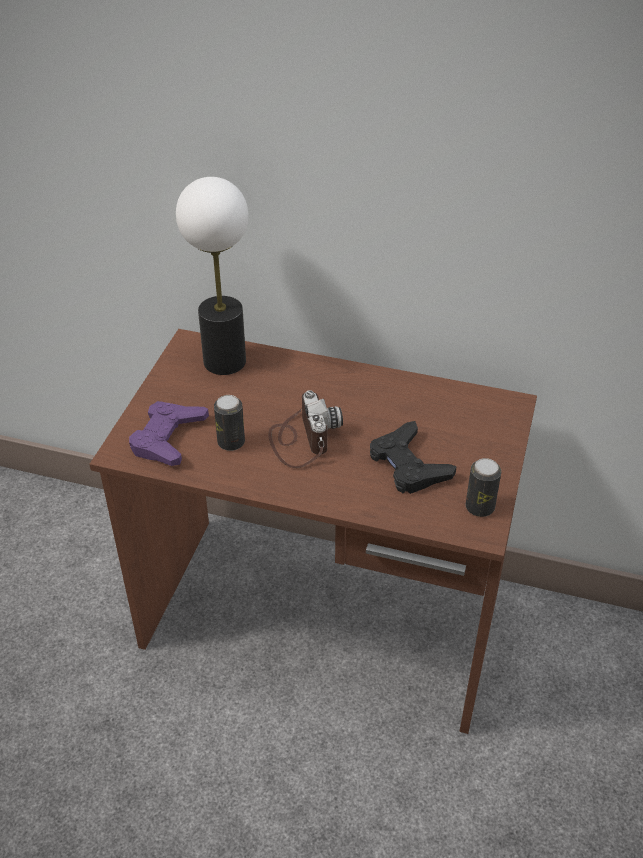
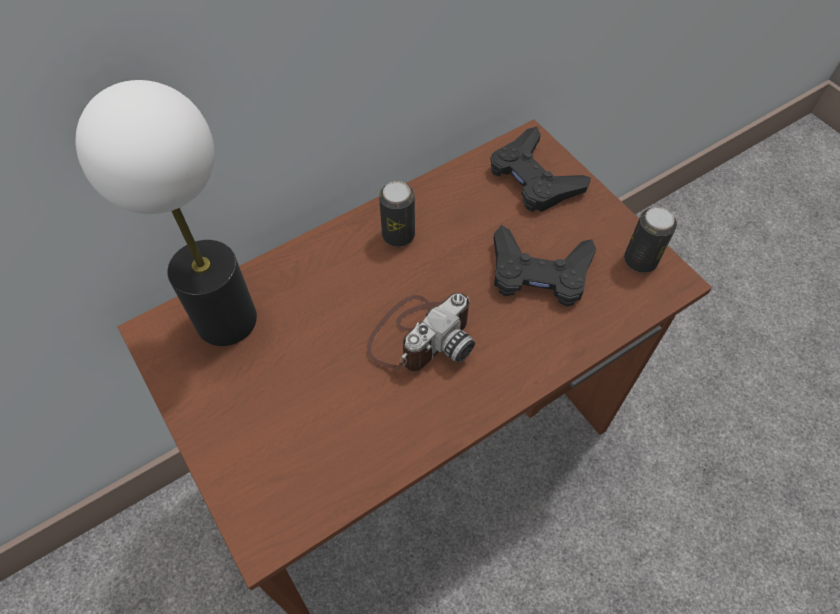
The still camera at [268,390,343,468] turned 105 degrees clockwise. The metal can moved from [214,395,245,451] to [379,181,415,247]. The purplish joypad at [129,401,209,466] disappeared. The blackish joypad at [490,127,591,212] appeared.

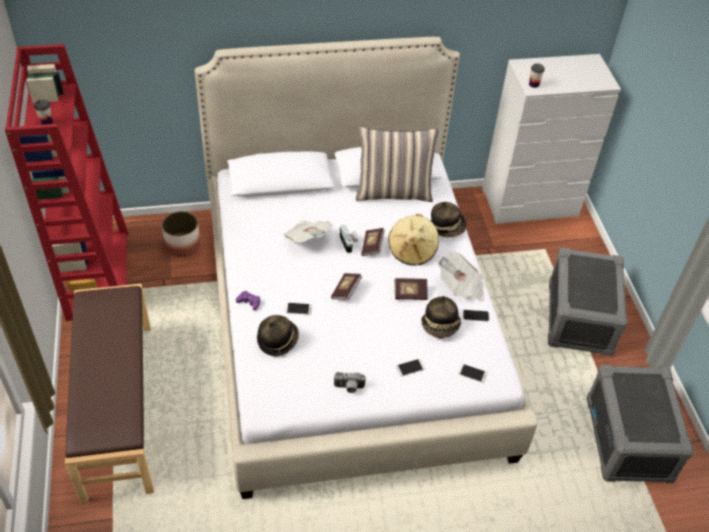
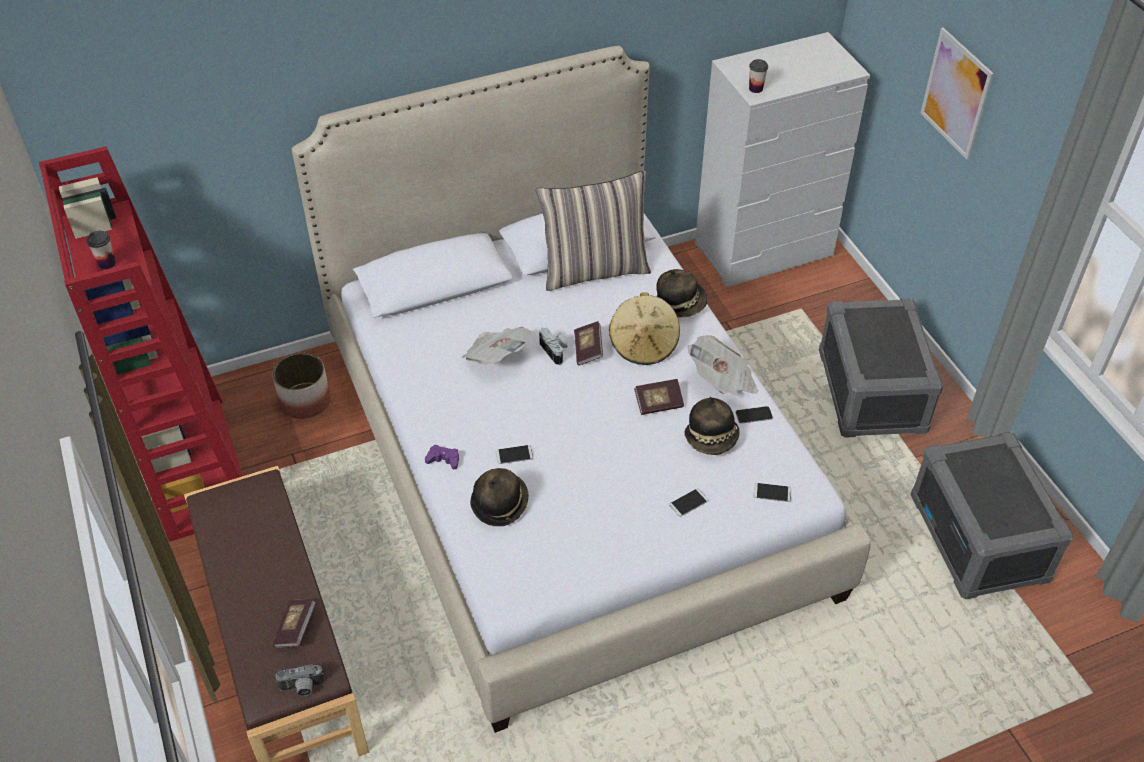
The volume moved from [331,273,362,300] to [273,599,316,648]. The still camera moved from [334,372,366,393] to [275,664,325,696]. The wall art at [920,27,994,160] appeared.

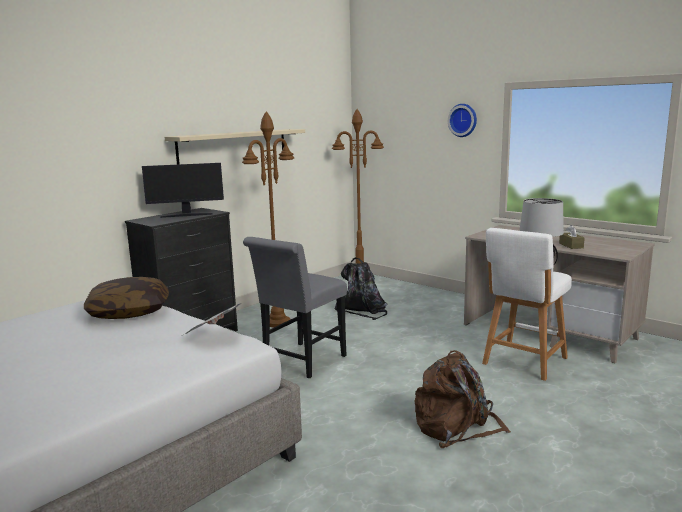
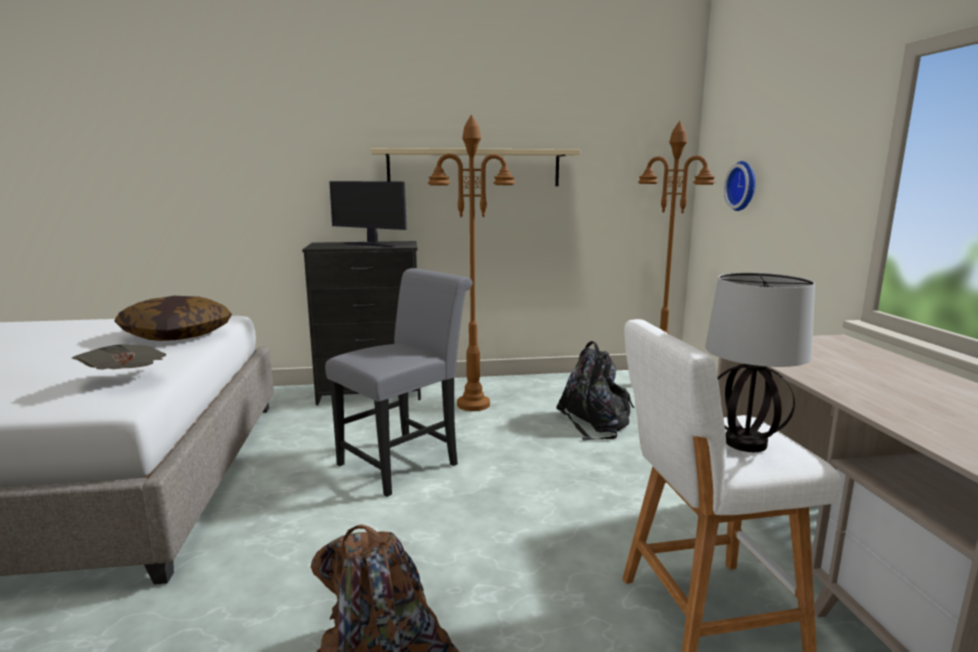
The wall clock moved from [448,104,477,137] to [724,161,755,211]. The brown tissue holder at [559,225,585,249] disappeared. The grey plain chair at [243,237,347,378] turned 150 degrees clockwise.

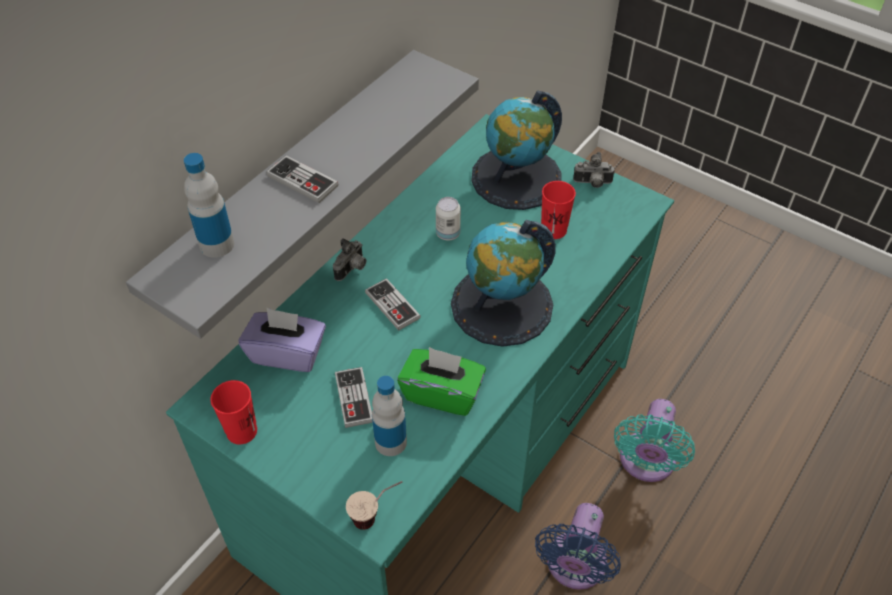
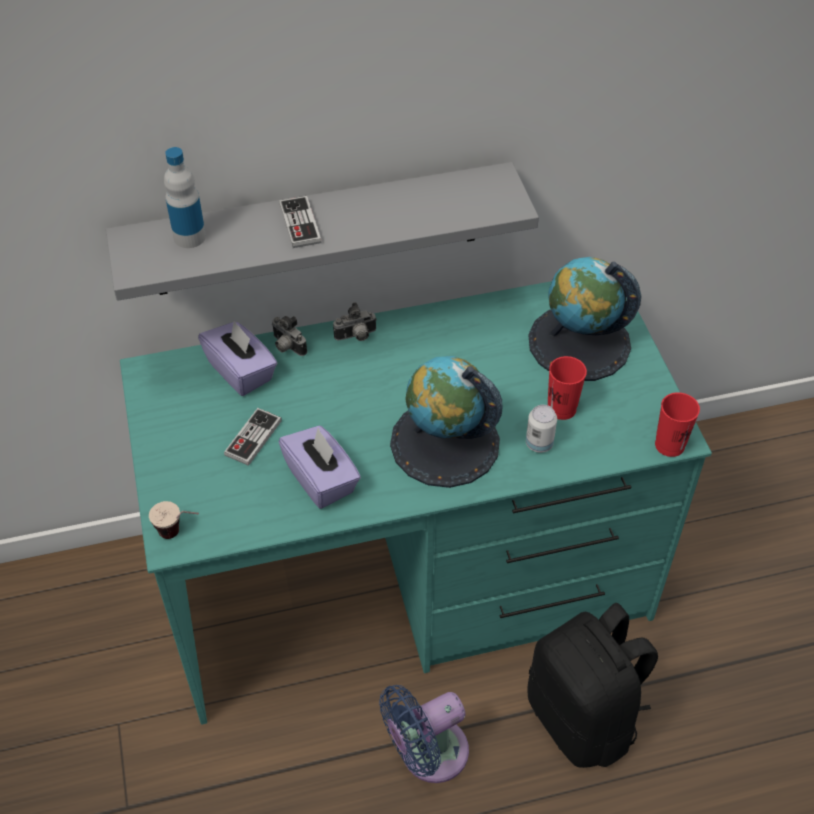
The still camera moved from [573,152,615,188] to [272,316,307,356]. The metal can moved from [436,197,461,240] to [526,405,557,453]. The joypad at [365,278,421,331] disappeared. The greenish tissue holder at [397,347,486,416] became the purplish tissue holder at [279,426,361,509]. The beverage bottle at [372,376,407,456] disappeared. The red-coloured cup moved from [210,380,257,444] to [655,392,700,457]. The turquoise electric fan at [614,399,695,482] was replaced by the blackish backpack at [527,603,658,768].

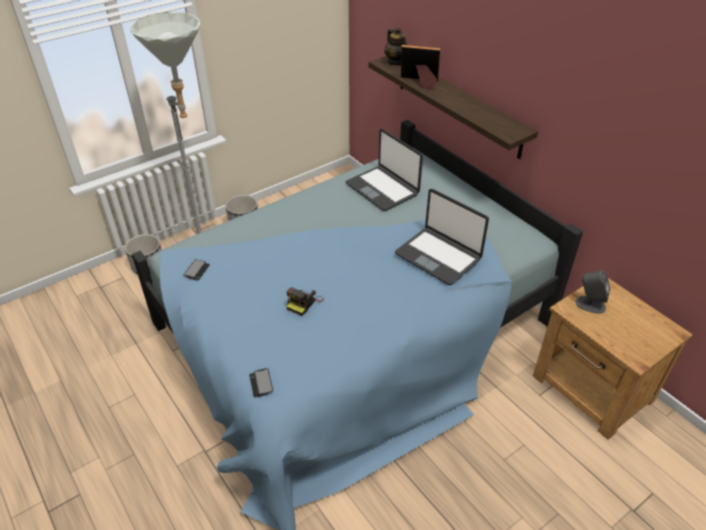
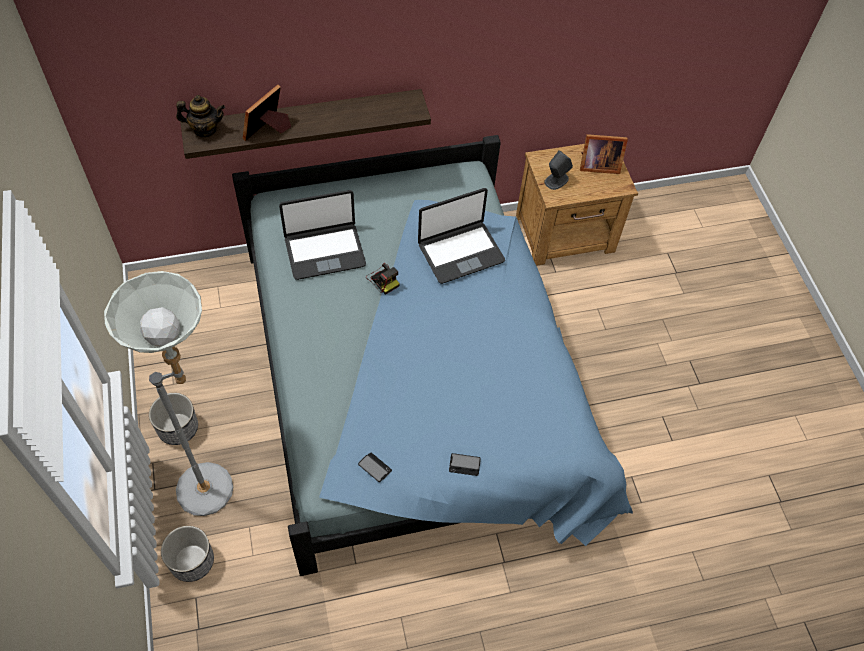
The still camera moved from [286,287,324,316] to [366,263,400,295]. The handset moved from [249,368,273,397] to [449,453,481,476]. The photo frame at [580,134,628,174] appeared.

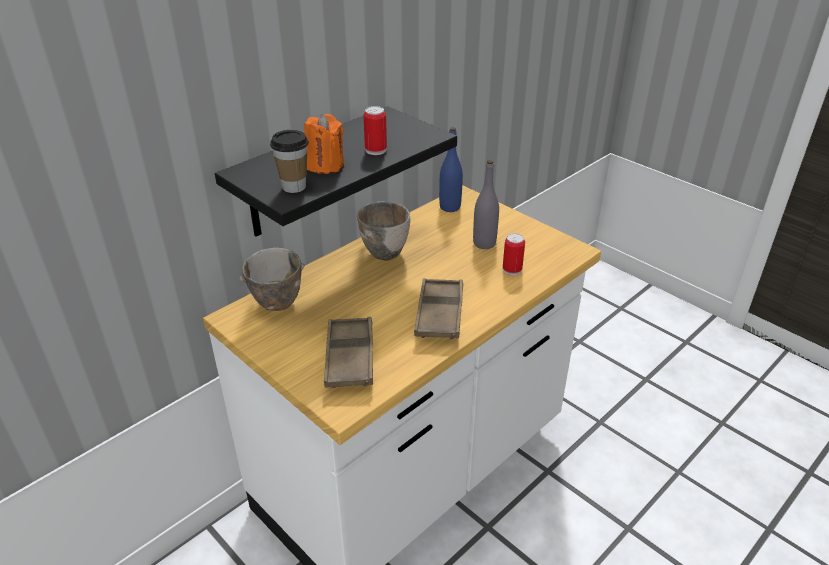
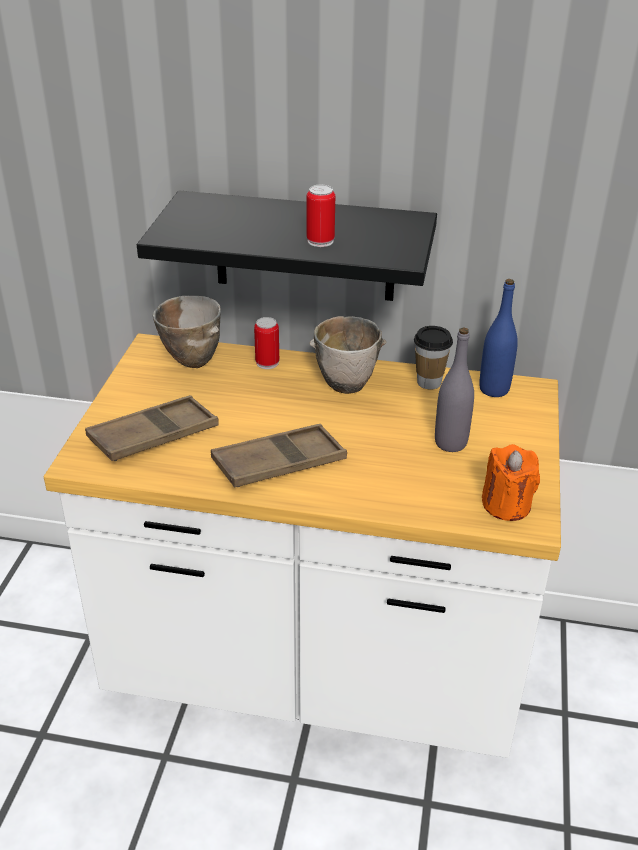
The orange wax candle moved from [304,114,344,174] to [482,444,540,521]. The cup moved from [270,130,309,193] to [414,326,453,390]. The metal can moved from [503,233,525,276] to [254,317,279,369].

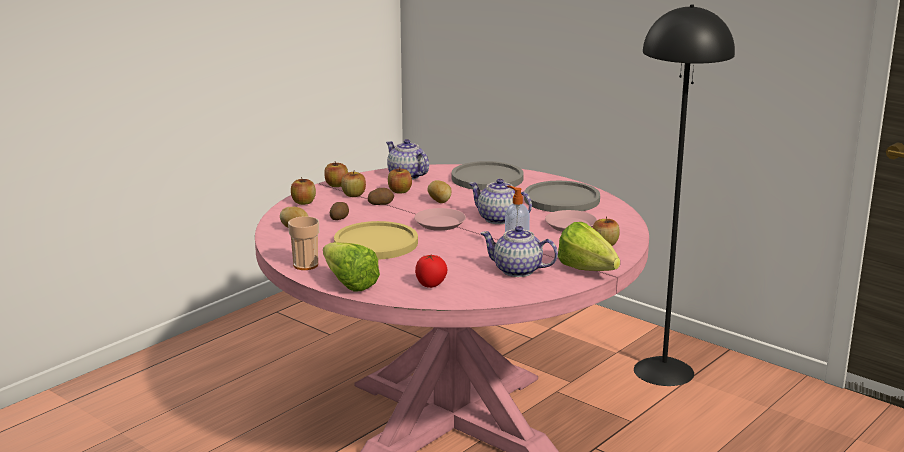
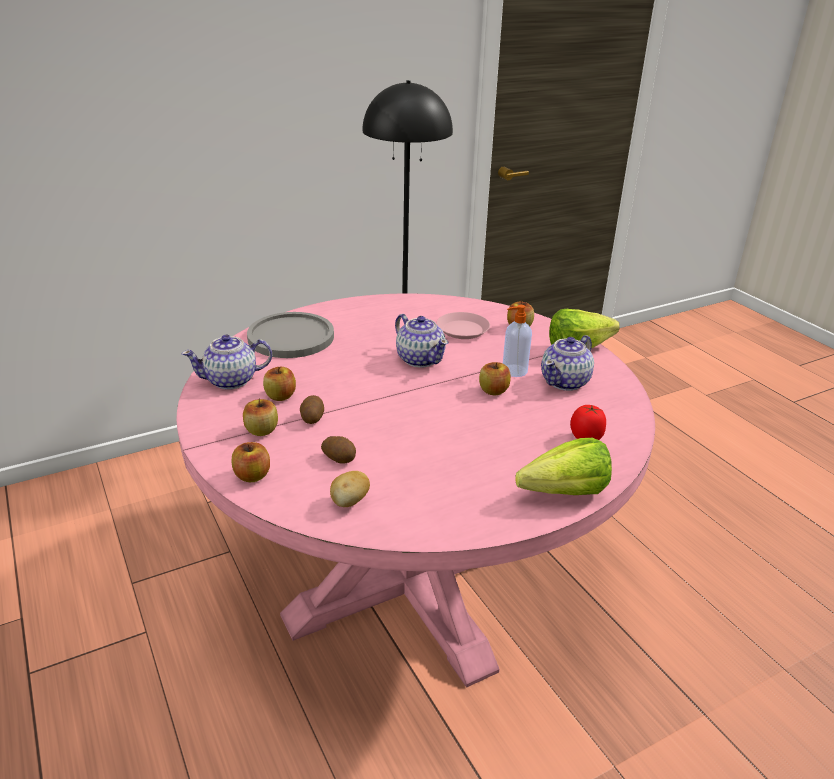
The apple fruit moved from [324,162,348,187] to [479,362,511,395]. The teapot at [468,179,532,224] turned 90 degrees counterclockwise. The potato at [427,180,452,203] disappeared. The grey dinner plate at [524,181,600,212] disappeared. The pinkish dinner plate at [414,208,466,231] disappeared. The cup at [288,216,319,270] disappeared. The yellow-coloured dinner plate at [334,221,418,260] disappeared.

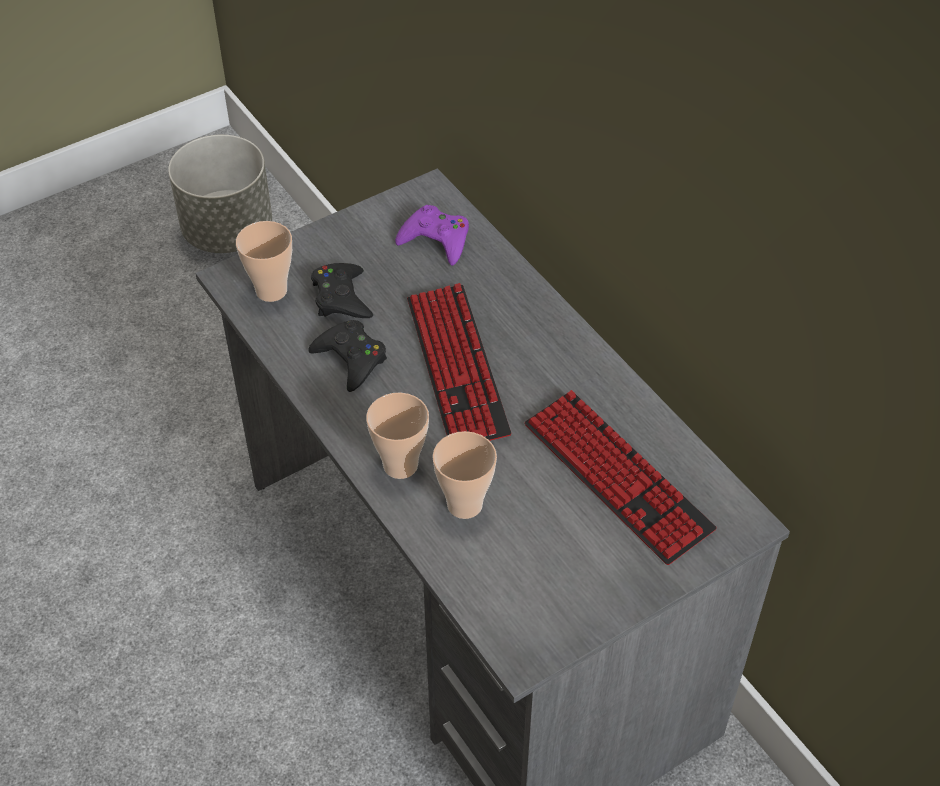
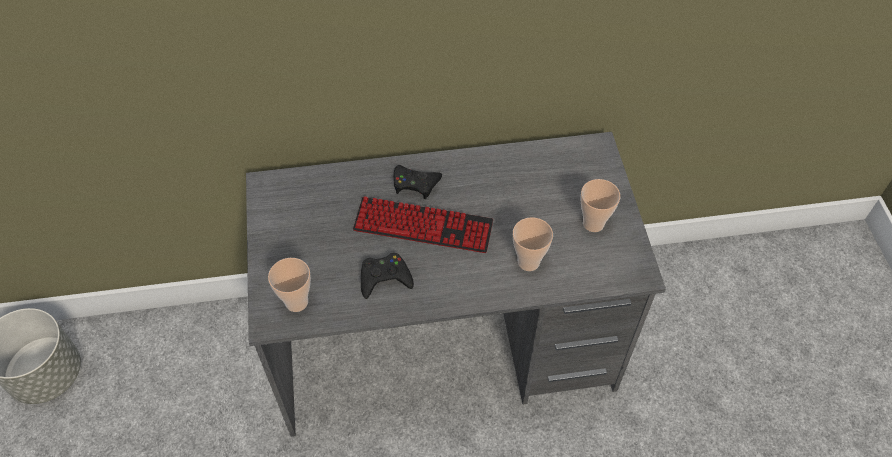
The purplish joypad at [395,205,469,266] disappeared. The blackish joypad moved from [311,263,373,318] to [394,165,442,199]. The keyboard at [525,390,716,565] disappeared. The cup moved from [366,392,429,479] to [581,179,620,232].

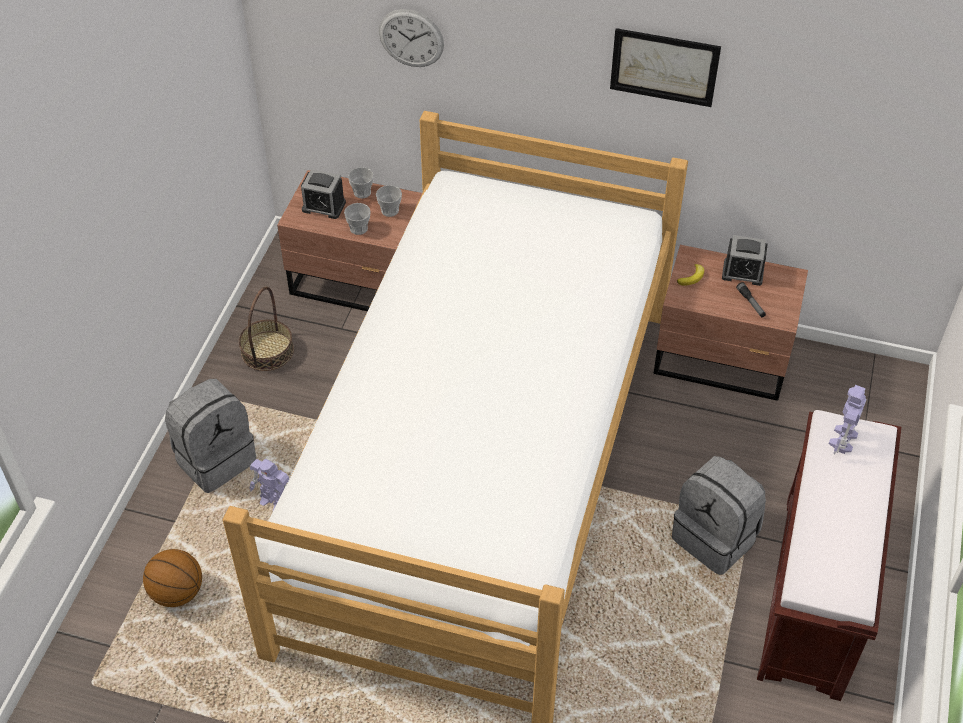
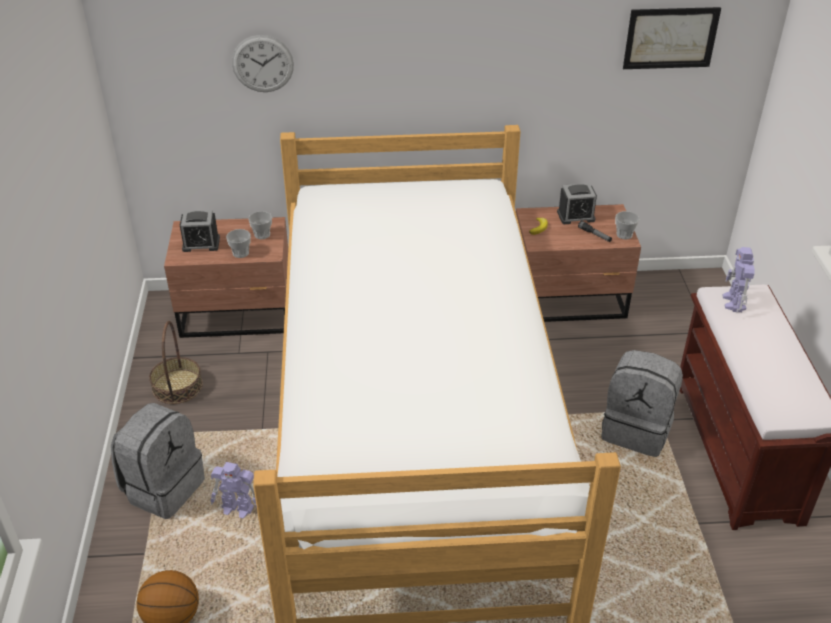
The wall art moved from [610,28,721,107] to [623,7,721,69]. The cup moved from [348,167,374,198] to [615,211,639,239].

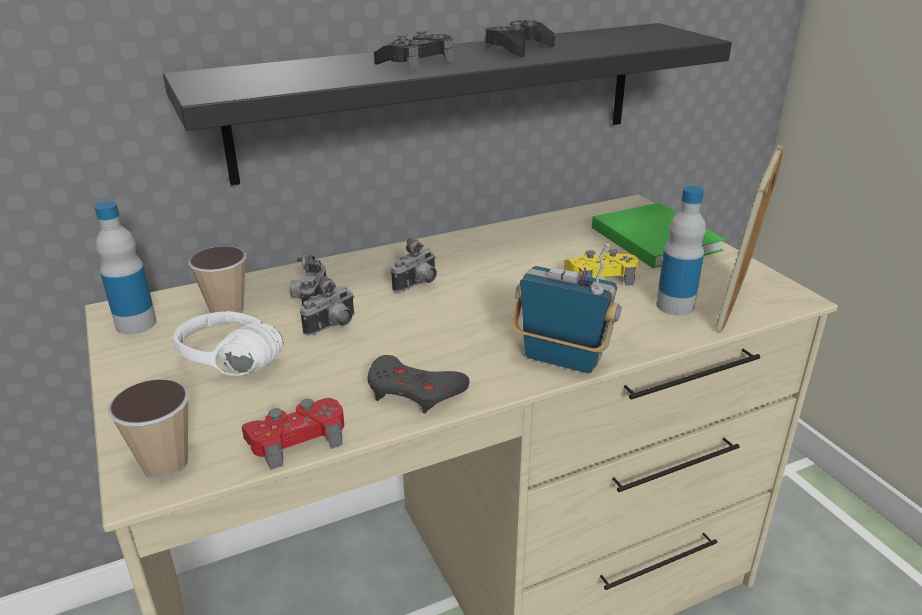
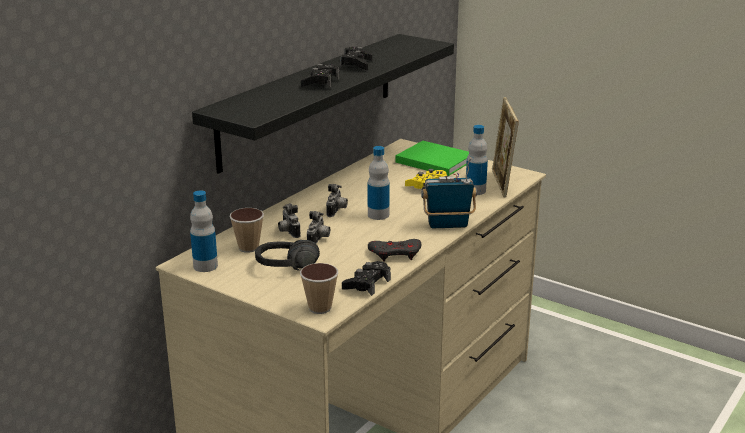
The whitish headset at [173,311,283,376] became the blackish headset at [255,240,320,271]. The red-coloured joypad at [242,398,344,470] became the blackish joypad at [342,261,391,296]. The beverage bottle at [368,146,390,220] appeared.

